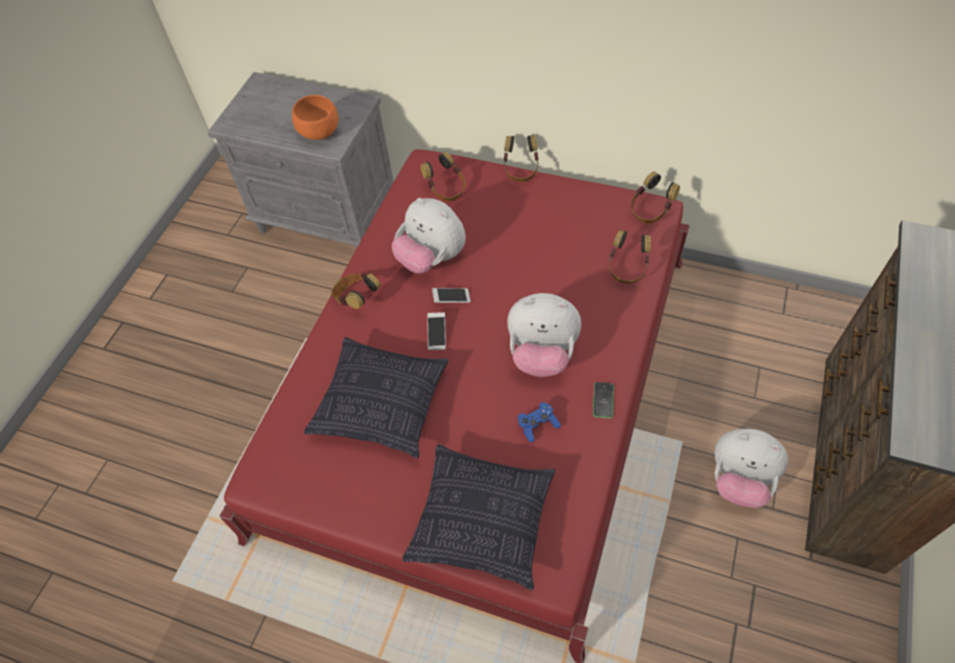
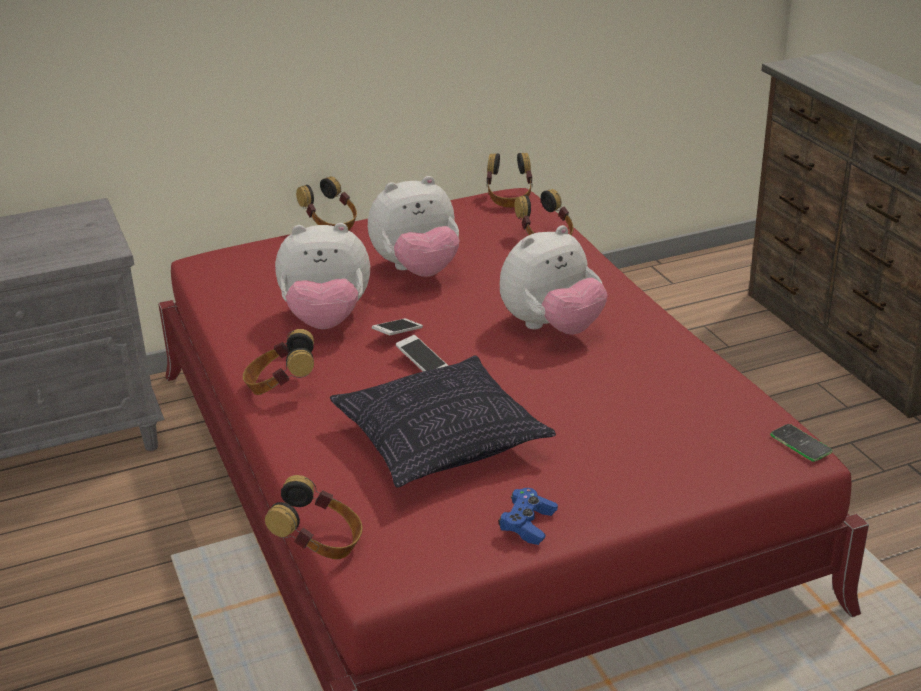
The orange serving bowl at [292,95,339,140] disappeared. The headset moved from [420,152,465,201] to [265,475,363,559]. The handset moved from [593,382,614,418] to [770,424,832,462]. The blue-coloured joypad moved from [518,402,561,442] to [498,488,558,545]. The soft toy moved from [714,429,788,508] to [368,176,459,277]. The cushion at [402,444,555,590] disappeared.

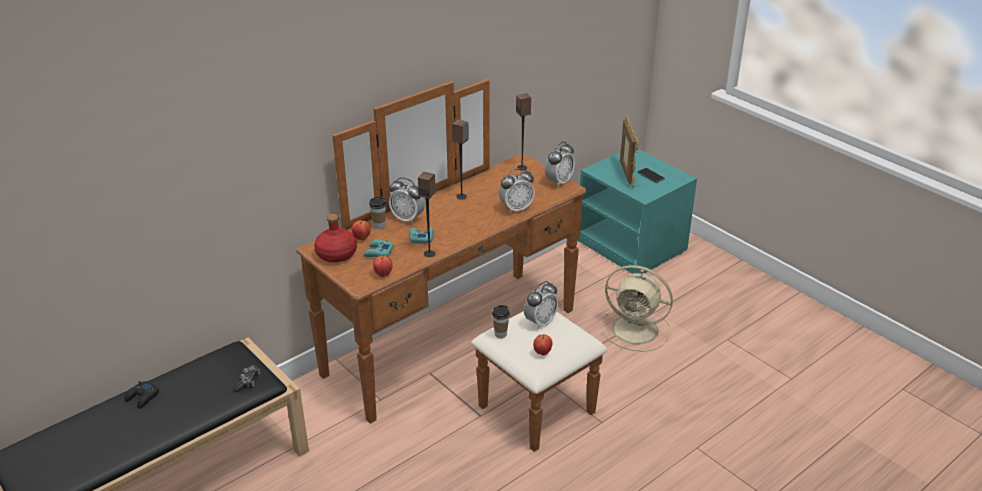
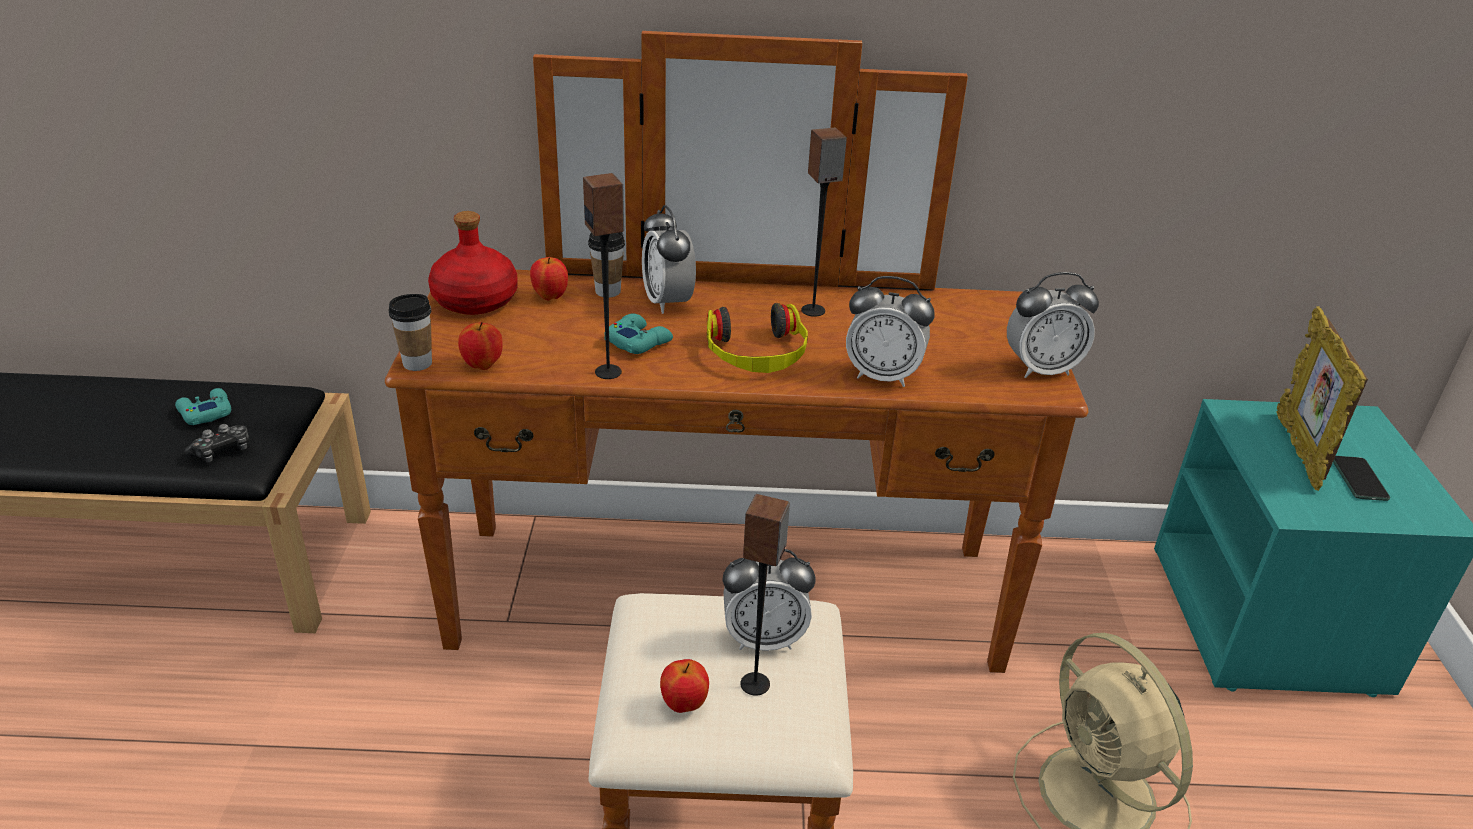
The audio speaker moved from [516,93,531,171] to [740,494,790,696]. The photo frame at [620,115,638,188] turned 150 degrees clockwise. The turquoise joypad moved from [364,239,394,257] to [175,388,231,425]. The cup moved from [492,305,510,338] to [388,294,432,371]. The blackish joypad at [124,381,159,409] disappeared. The headset at [707,303,808,373] appeared.

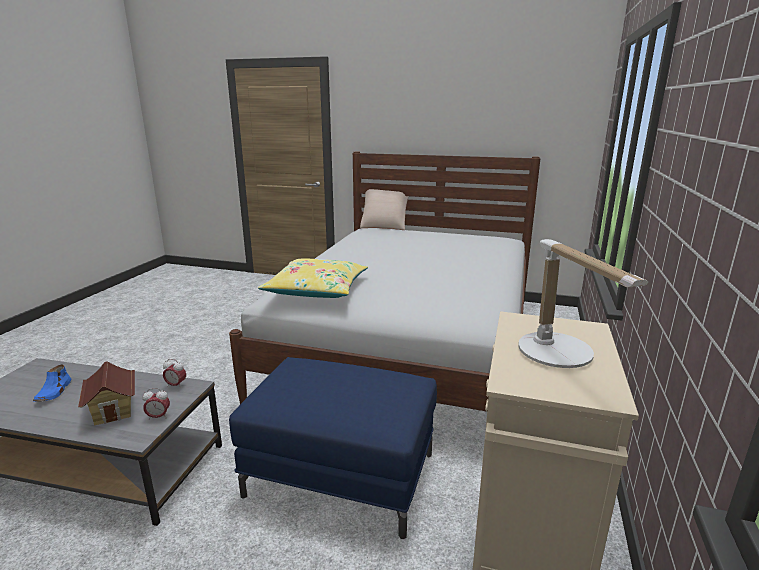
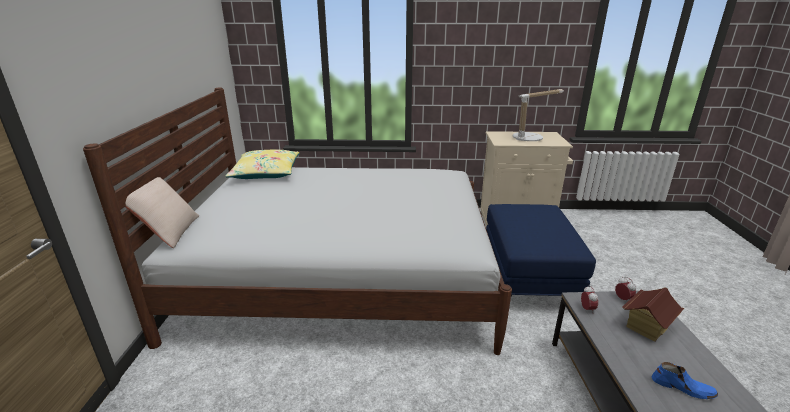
The yellow-coloured cushion moved from [258,259,368,298] to [225,150,299,179]. The blue-coloured low shoe at [33,364,71,402] turned 45 degrees clockwise.

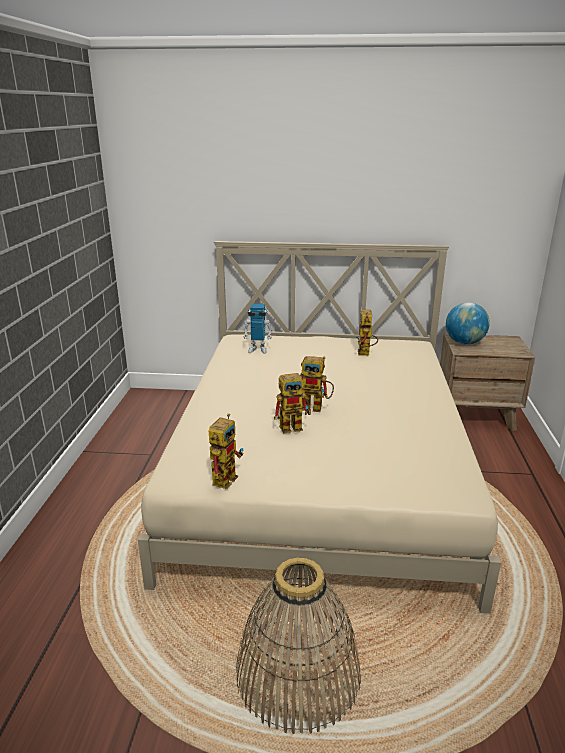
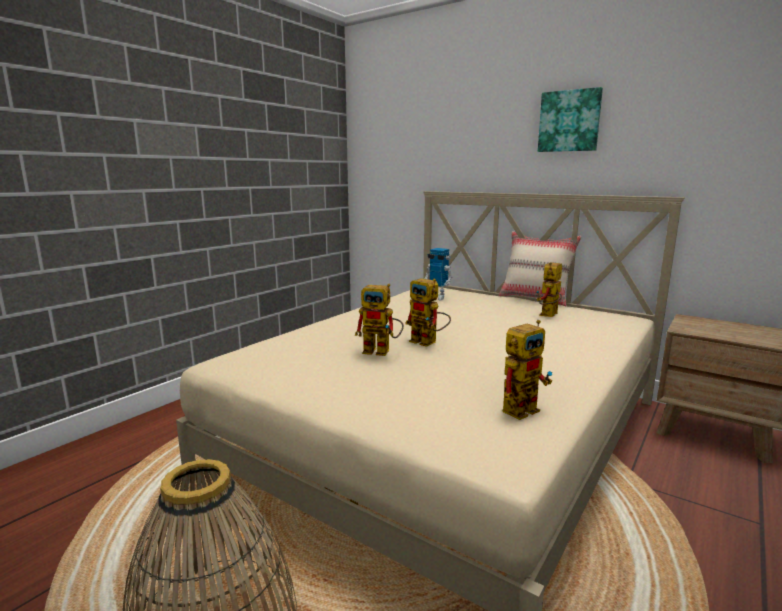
The globe at [446,302,490,345] disappeared. The robot figure moved from [209,414,244,489] to [502,320,552,420]. The wall art at [538,87,603,152] appeared. The beige cushion at [499,231,581,306] appeared.

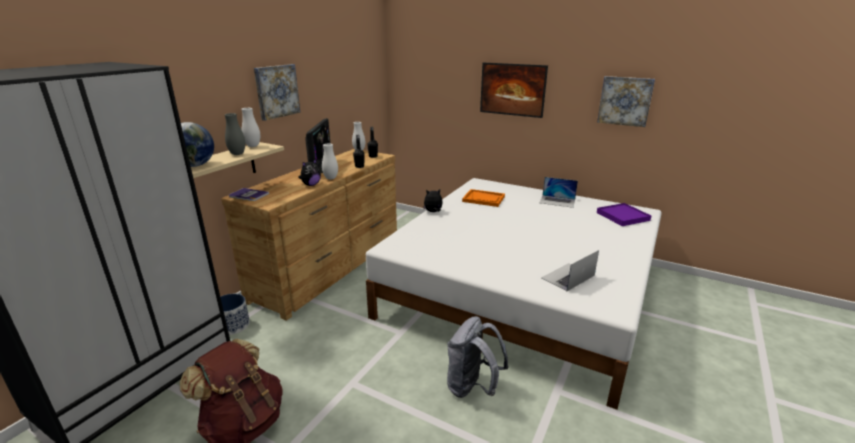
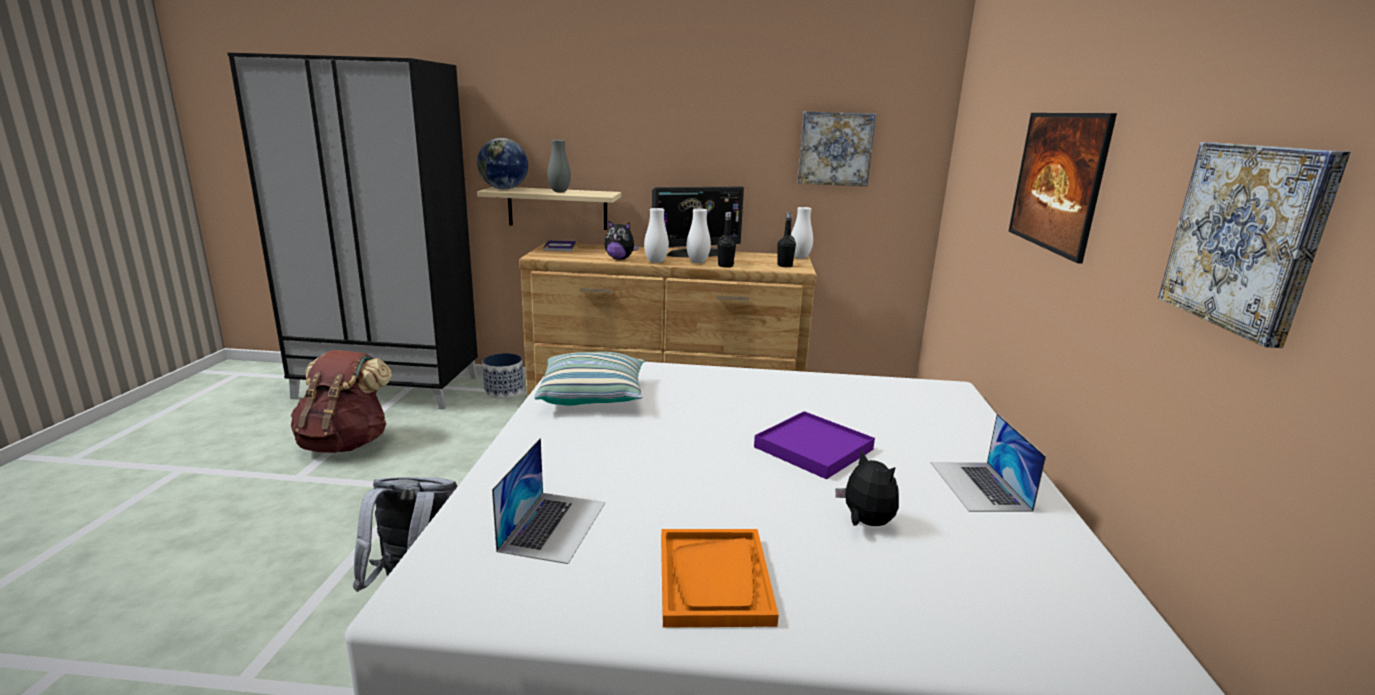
The wall art moved from [254,64,300,121] to [798,111,876,186]. The whitish vase moved from [241,108,260,147] to [686,209,711,263]. The soft toy moved from [423,189,443,212] to [835,449,899,526]. The orange tray moved from [462,189,505,207] to [661,529,779,627]. The purplish tray moved from [597,203,651,226] to [754,411,875,479]. The notebook computer at [541,250,599,291] turned 75 degrees clockwise. The cushion at [534,352,645,406] appeared.

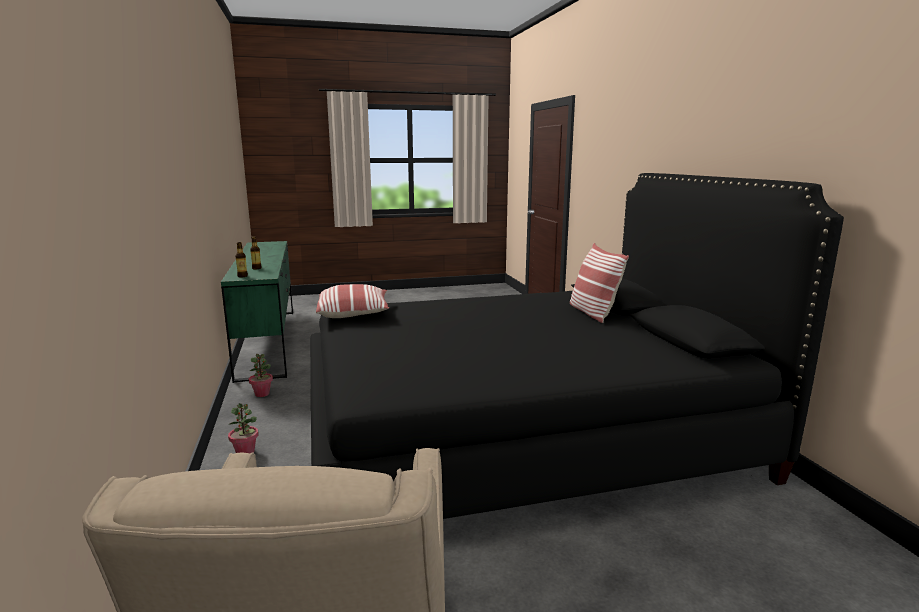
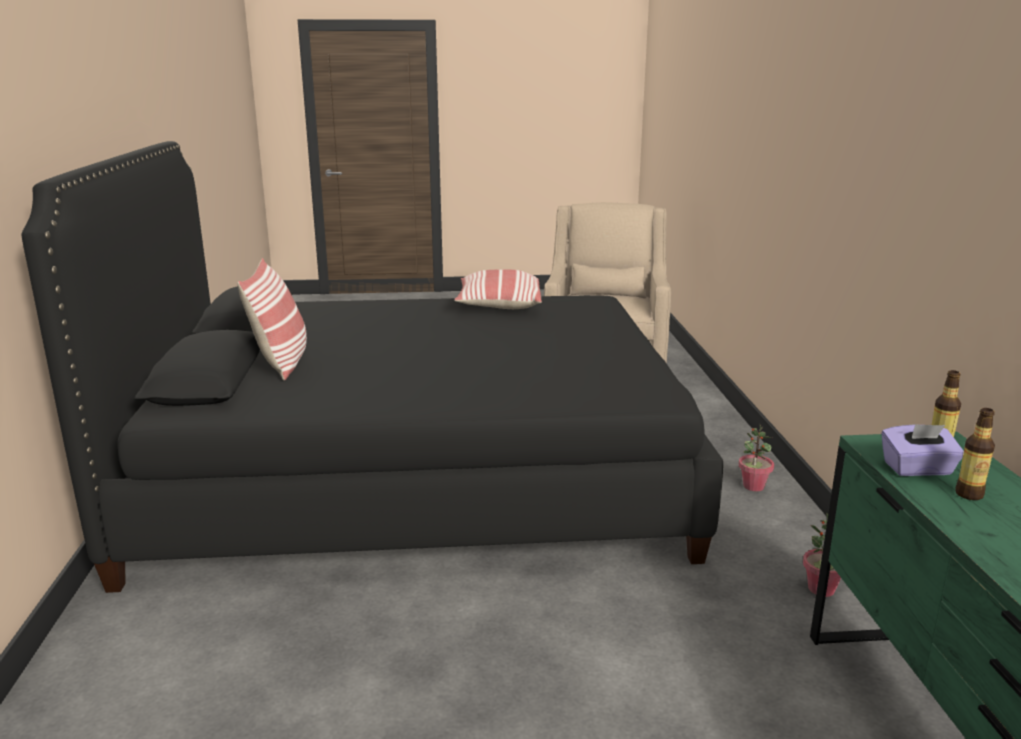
The cushion moved from [316,284,389,318] to [454,270,542,309]. The purplish tissue holder at [882,424,964,476] appeared.

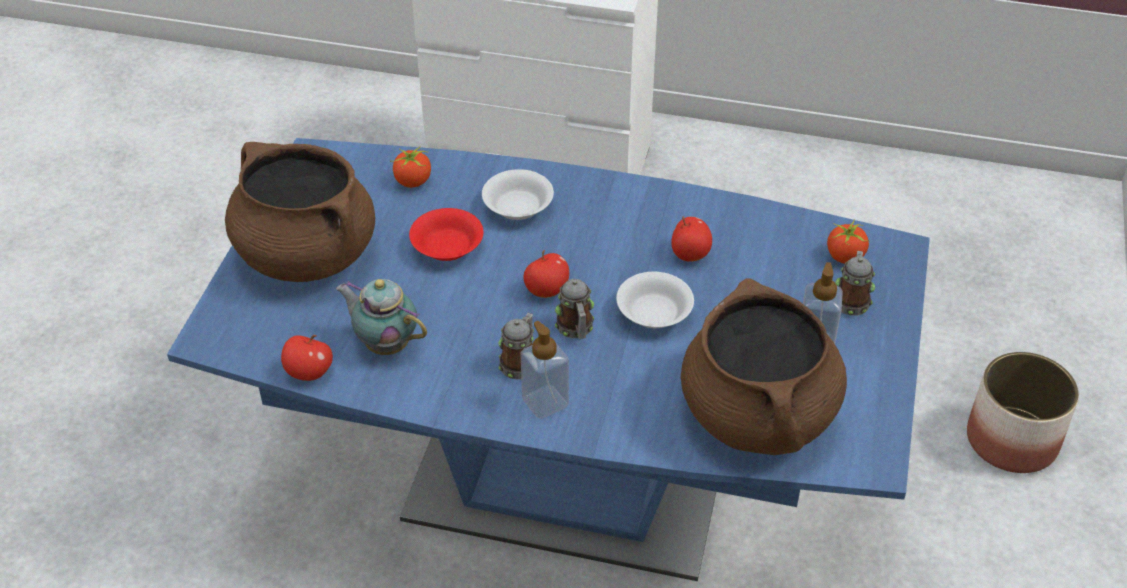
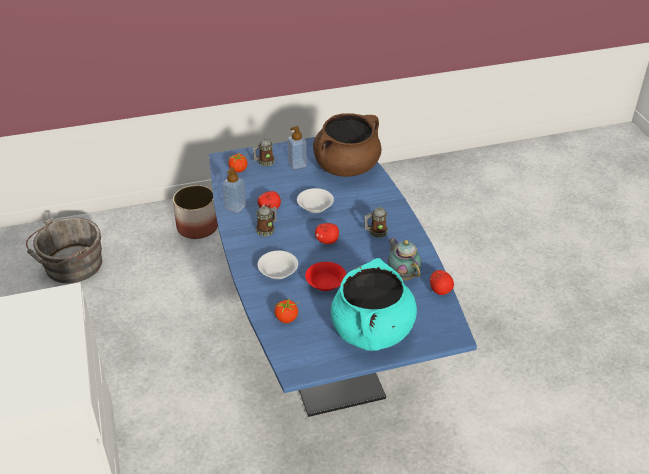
The brown saucepot at [225,142,375,282] became the turquoise saucepot at [331,258,417,351]. The teapot at [336,279,427,355] turned 150 degrees clockwise. The tea mug moved from [555,279,594,339] to [255,206,277,236]. The liquid soap bottle moved from [520,321,569,419] to [222,167,246,213]. The grey pail at [26,217,102,283] appeared.

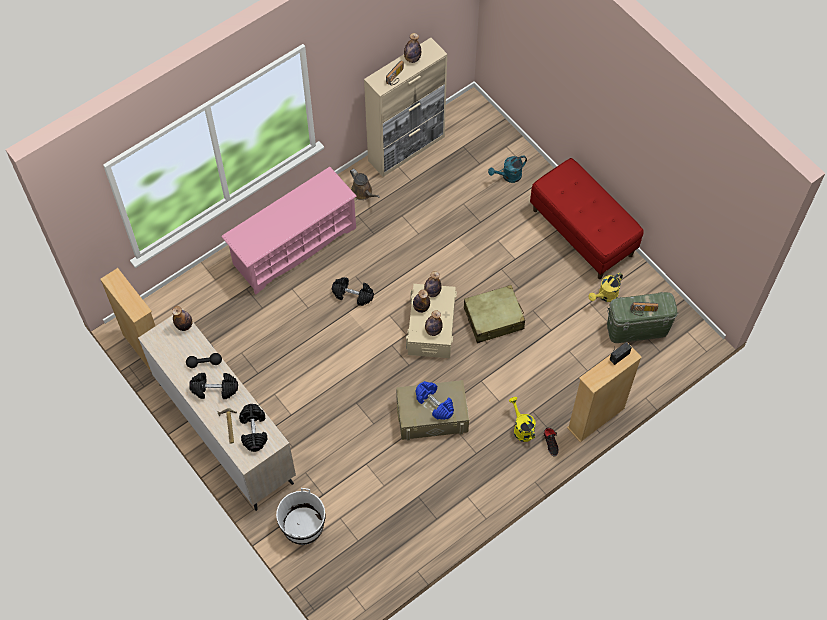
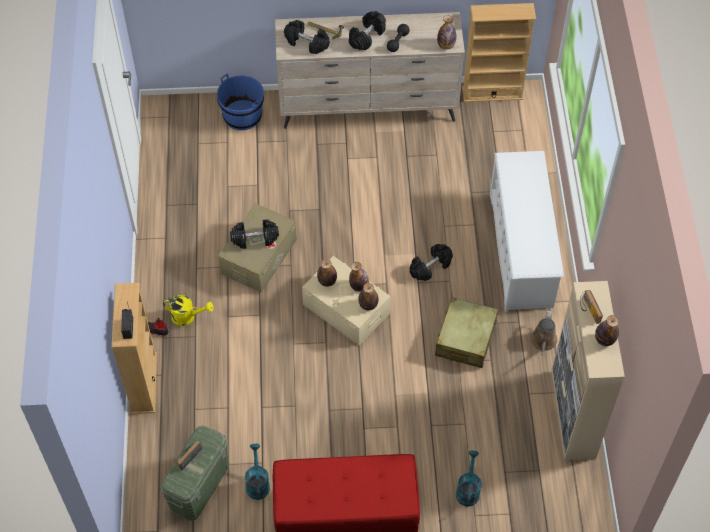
The pinkish shoe rack at [221,167,357,295] became the whitish shoe rack at [490,151,564,312]. The brown sprinkling can at [350,169,380,200] turned 75 degrees counterclockwise. The yellow-coloured sprinkling can at [589,273,623,302] became the turquoise sprinkling can at [245,444,270,500]. The beige piece of luggage moved from [464,285,525,343] to [435,297,498,368]. The blue-coloured hand weight at [416,381,454,420] became the blackish hand weight at [230,220,279,249]. The whitish pail at [276,488,325,545] became the blue-coloured pail at [217,74,264,130].

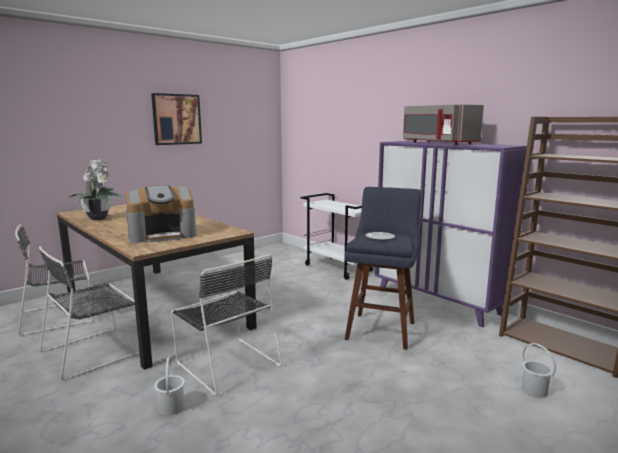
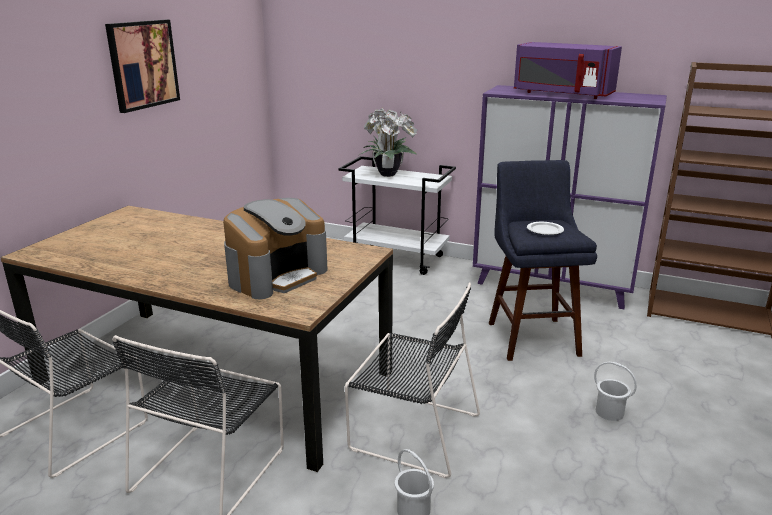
The grey microwave at [403,105,484,145] became the purplish microwave at [514,42,622,99]. The potted plant moved from [68,159,123,220] to [359,108,418,177]. The whitish pail moved from [522,343,556,398] to [594,362,637,421].

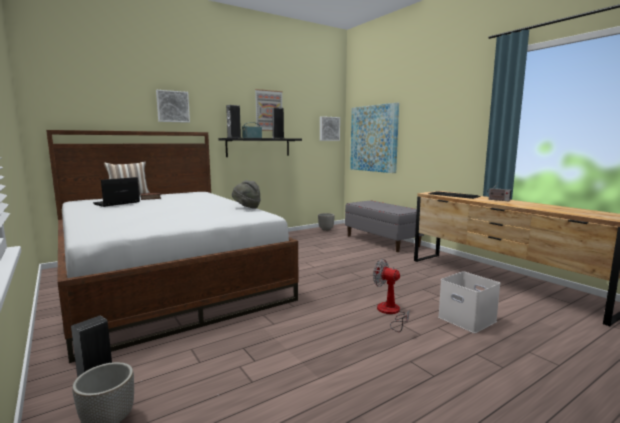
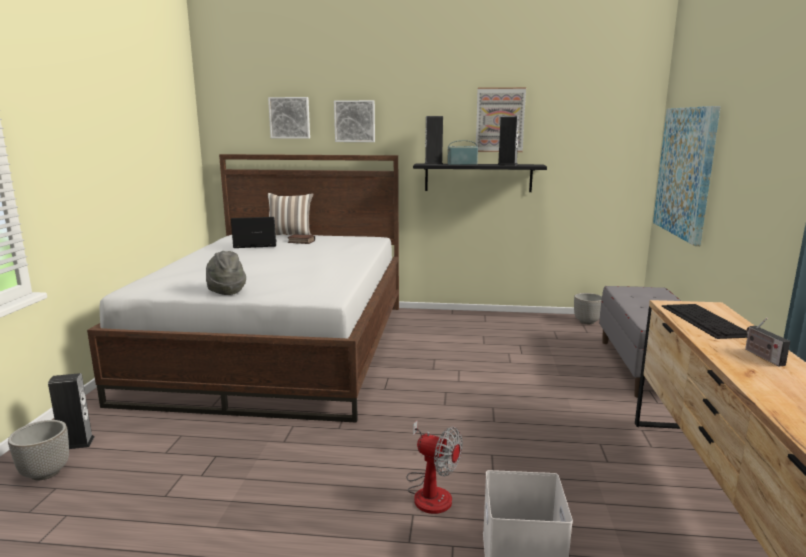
The wall art moved from [320,116,340,141] to [268,97,310,139]. The grey wearable hat moved from [232,180,261,209] to [206,251,246,295]. The electric fan at [373,259,409,332] turned 135 degrees clockwise.

